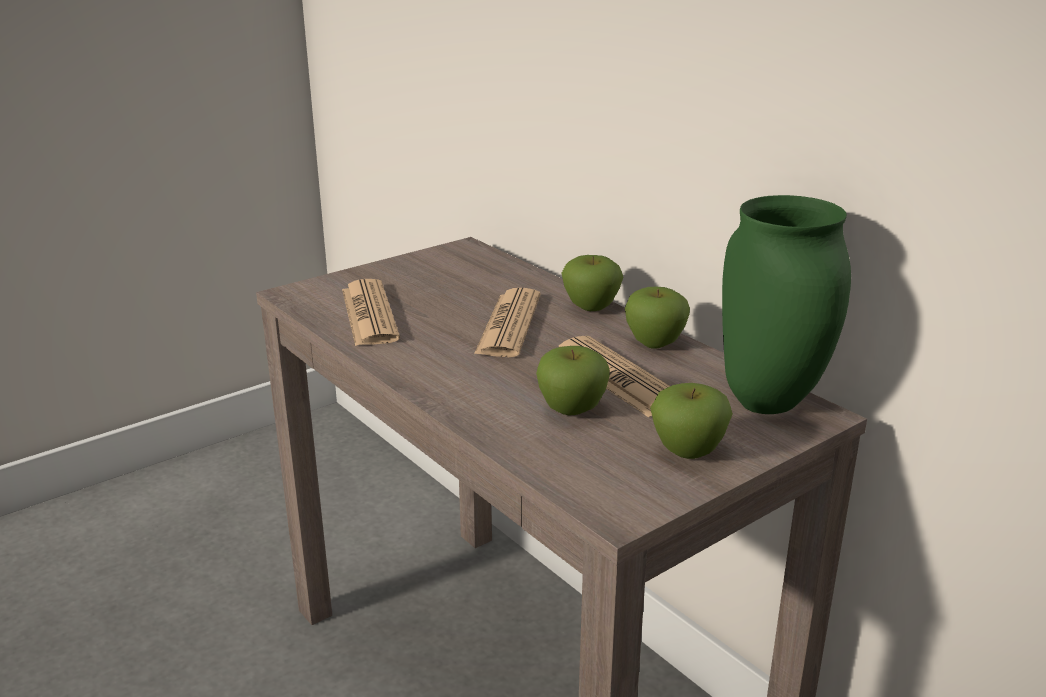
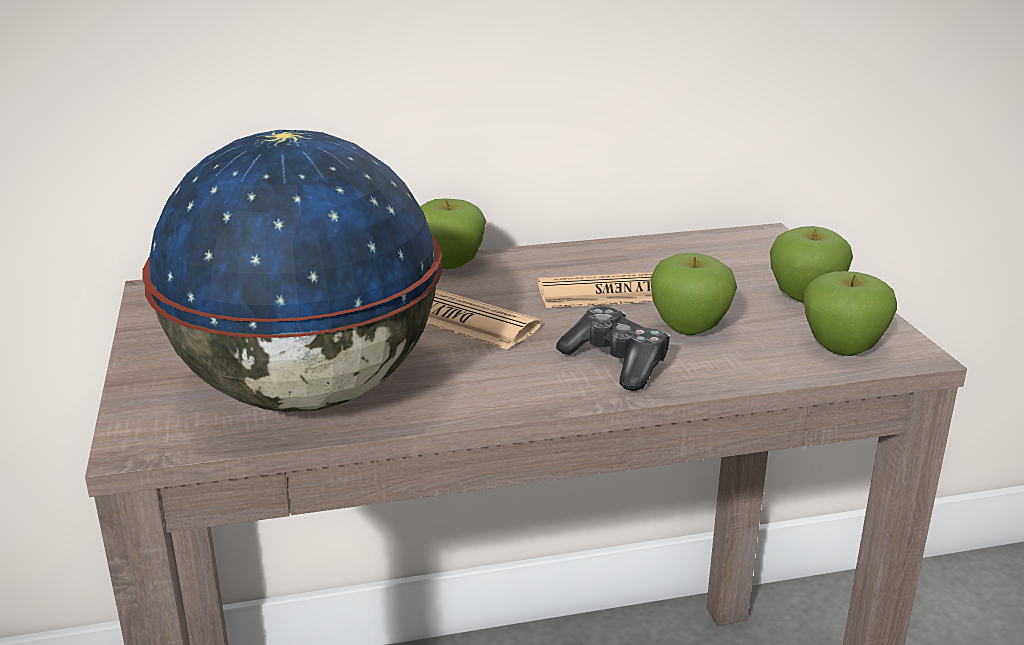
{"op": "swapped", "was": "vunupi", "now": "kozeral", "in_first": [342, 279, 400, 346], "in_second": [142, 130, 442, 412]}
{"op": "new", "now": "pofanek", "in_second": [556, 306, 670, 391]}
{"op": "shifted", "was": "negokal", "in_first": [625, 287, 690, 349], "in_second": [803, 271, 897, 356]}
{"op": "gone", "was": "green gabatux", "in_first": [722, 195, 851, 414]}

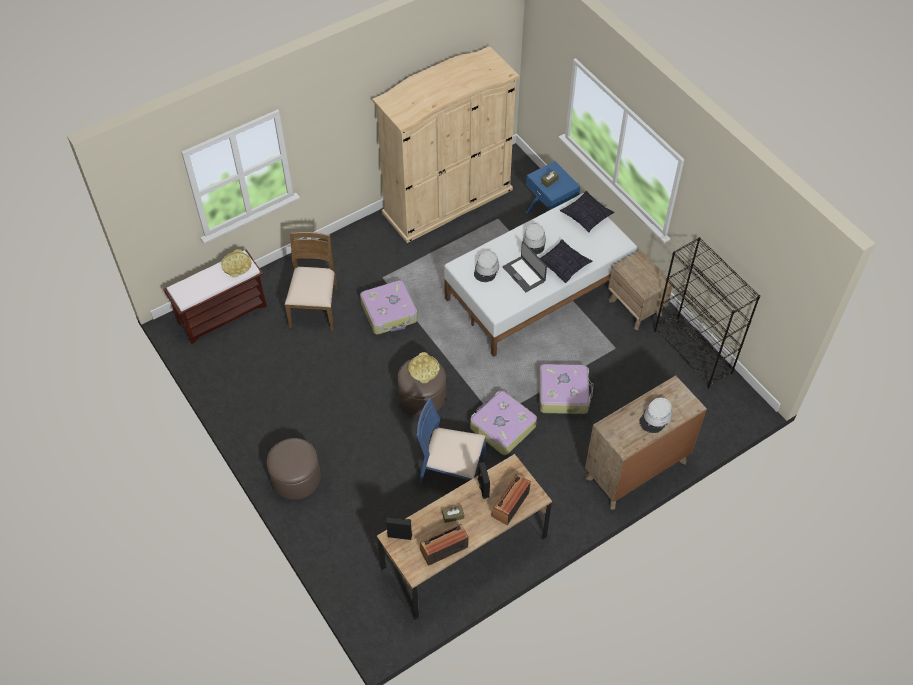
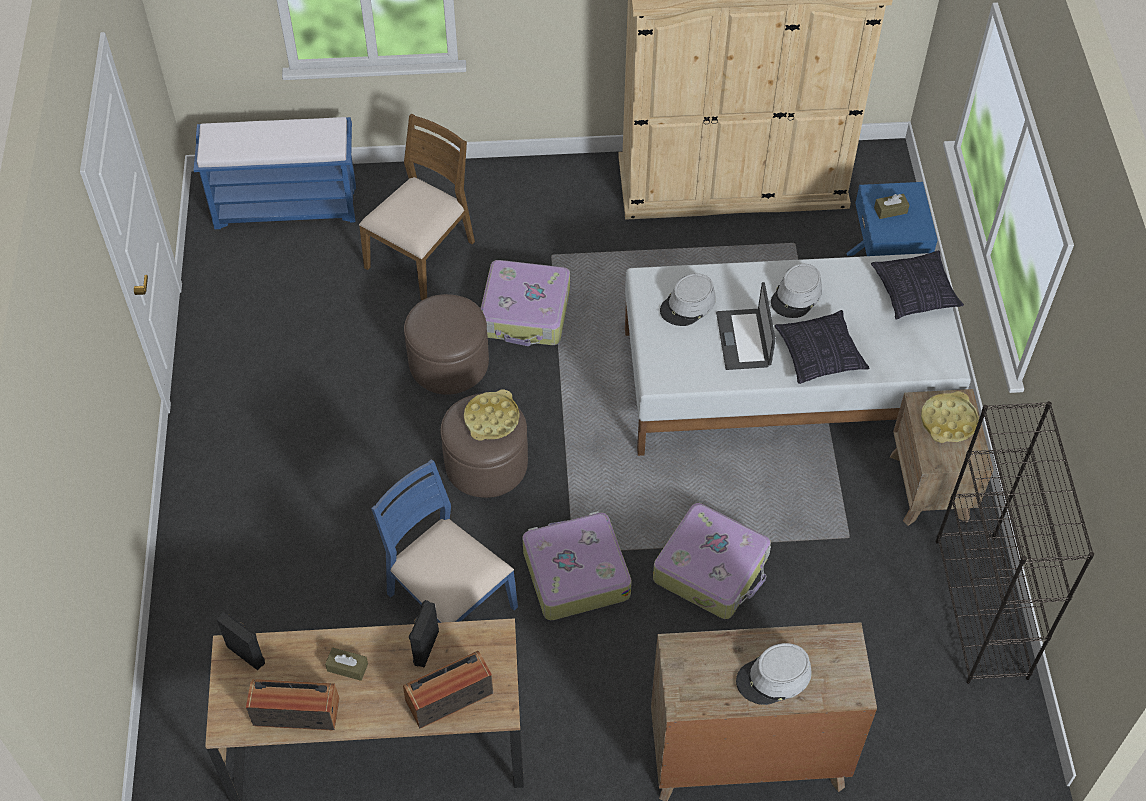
{"op": "repainted", "was": "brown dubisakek", "now": "blue dubisakek", "in_first": [164, 249, 267, 344], "in_second": [194, 117, 356, 229]}
{"op": "shifted", "was": "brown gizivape", "in_first": [267, 438, 321, 500], "in_second": [404, 294, 489, 395]}
{"op": "shifted", "was": "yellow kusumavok", "in_first": [221, 249, 252, 277], "in_second": [921, 391, 979, 443]}

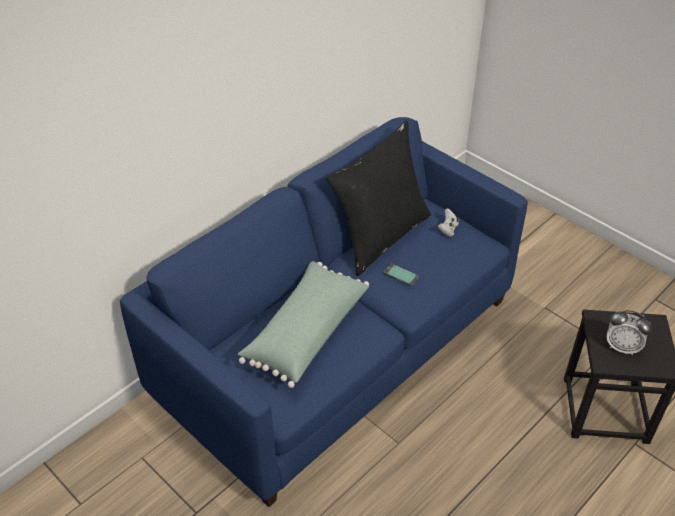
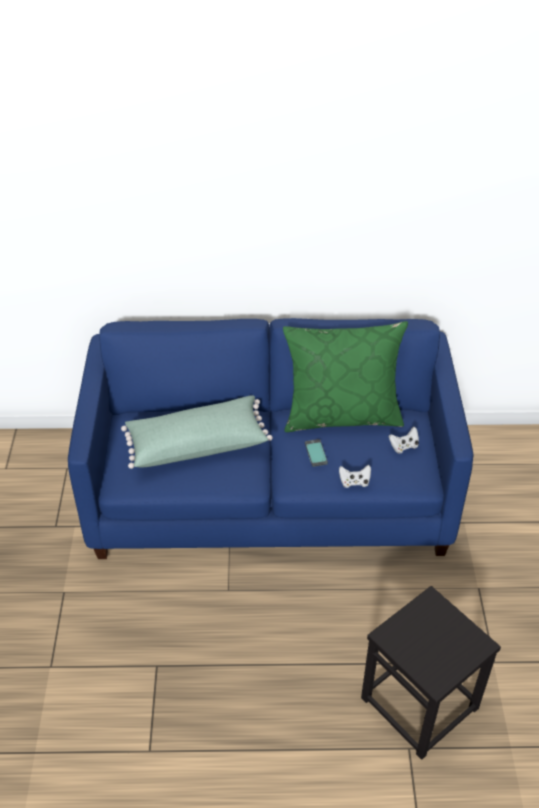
{"op": "repainted", "was": "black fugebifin", "now": "green fugebifin", "in_first": [326, 121, 431, 276], "in_second": [283, 321, 408, 432]}
{"op": "new", "now": "white pofanek", "in_second": [339, 465, 371, 488]}
{"op": "gone", "was": "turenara", "in_first": [606, 310, 652, 356]}

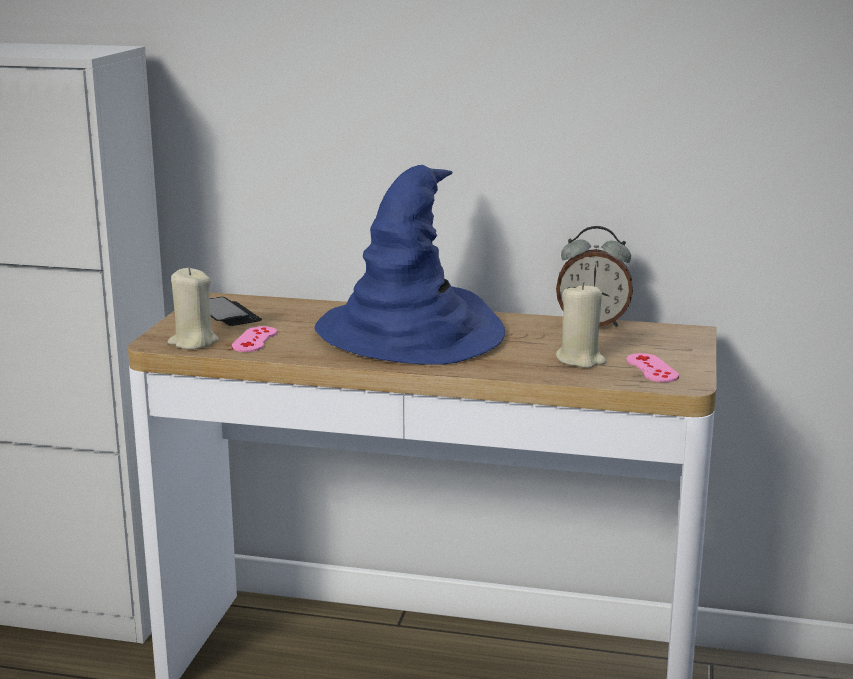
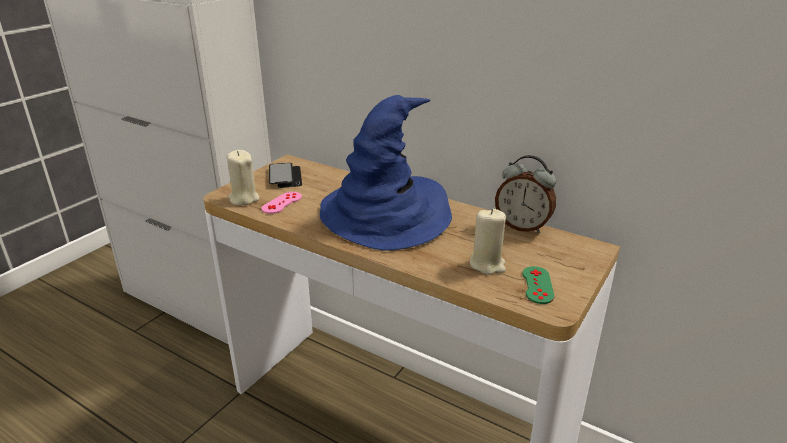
{"op": "repainted", "was": "pink pofanek", "now": "green pofanek", "in_first": [626, 353, 679, 382], "in_second": [522, 266, 554, 304]}

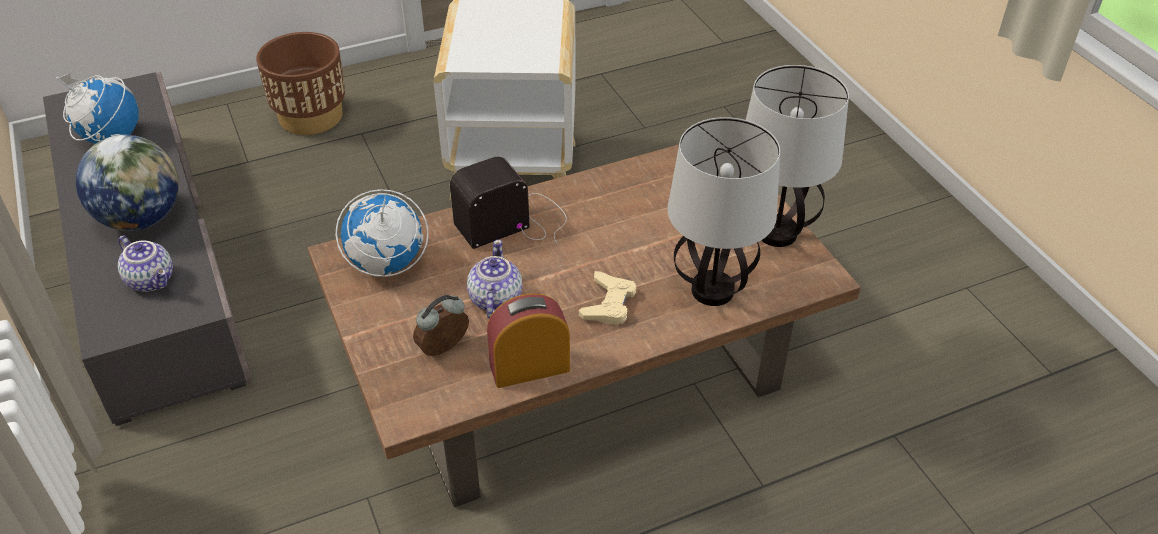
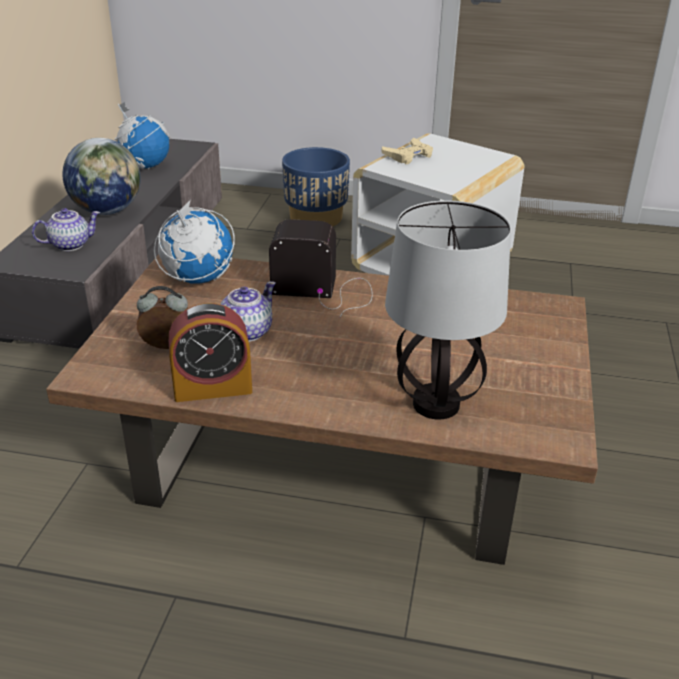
{"op": "rotated", "was": "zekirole", "in_first": [118, 236, 173, 292], "in_second": [32, 208, 100, 251], "clockwise": -105}
{"op": "rotated", "was": "turenara", "in_first": [487, 293, 570, 388], "in_second": [169, 303, 252, 402], "clockwise": 150}
{"op": "repainted", "was": "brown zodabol", "now": "blue zodabol", "in_first": [256, 32, 345, 135], "in_second": [282, 147, 350, 227]}
{"op": "shifted", "was": "beige pofanek", "in_first": [579, 271, 636, 325], "in_second": [382, 138, 433, 164]}
{"op": "gone", "was": "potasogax", "in_first": [746, 65, 849, 247]}

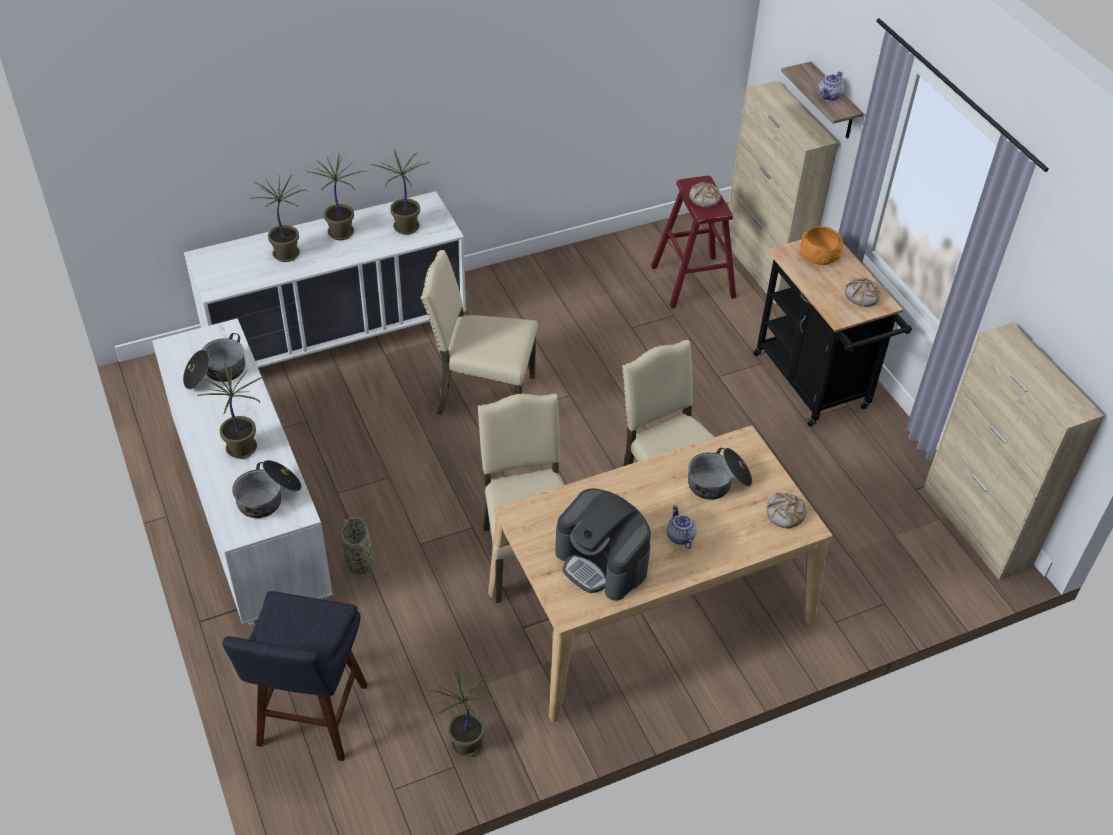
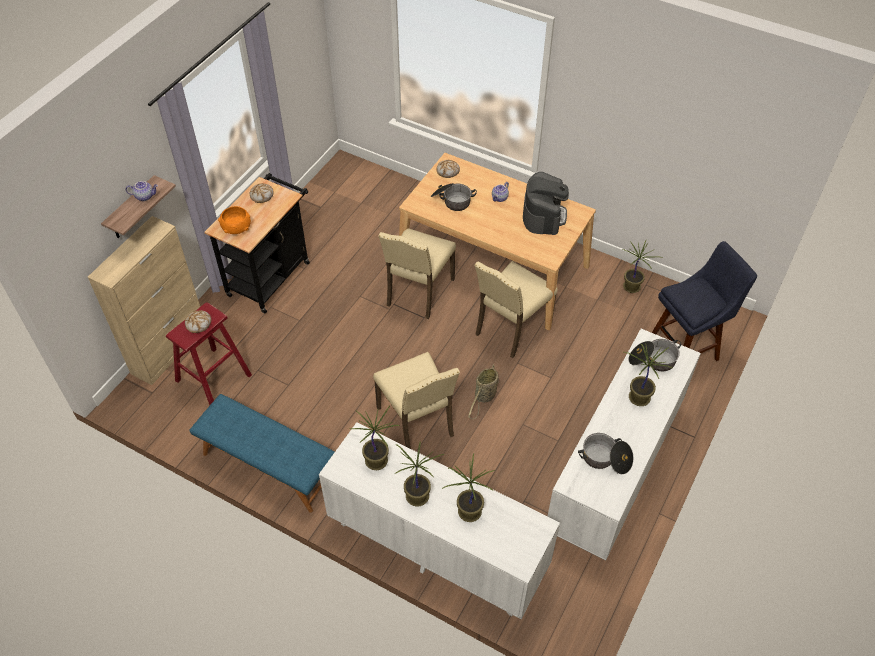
{"op": "new", "now": "blue dubisakek", "in_second": [190, 394, 335, 513]}
{"op": "shifted", "was": "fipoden", "in_first": [339, 517, 390, 589], "in_second": [468, 364, 499, 419]}
{"op": "gone", "was": "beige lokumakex", "in_first": [924, 322, 1105, 580]}

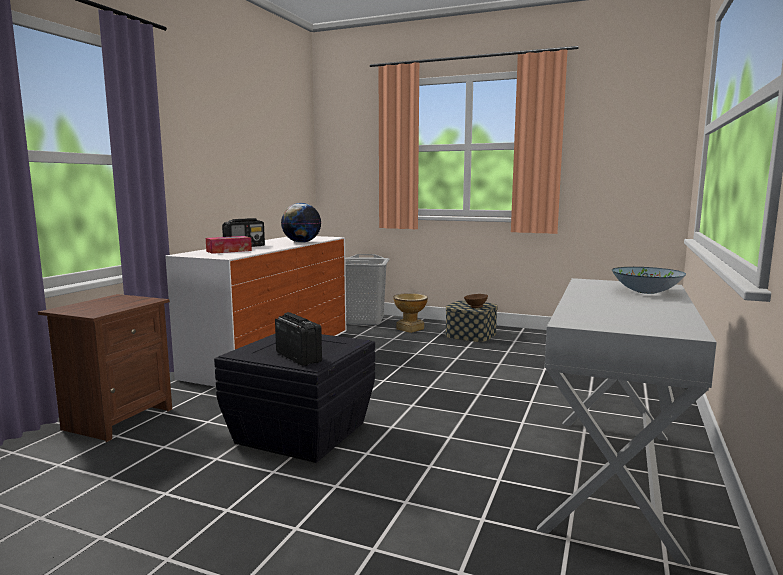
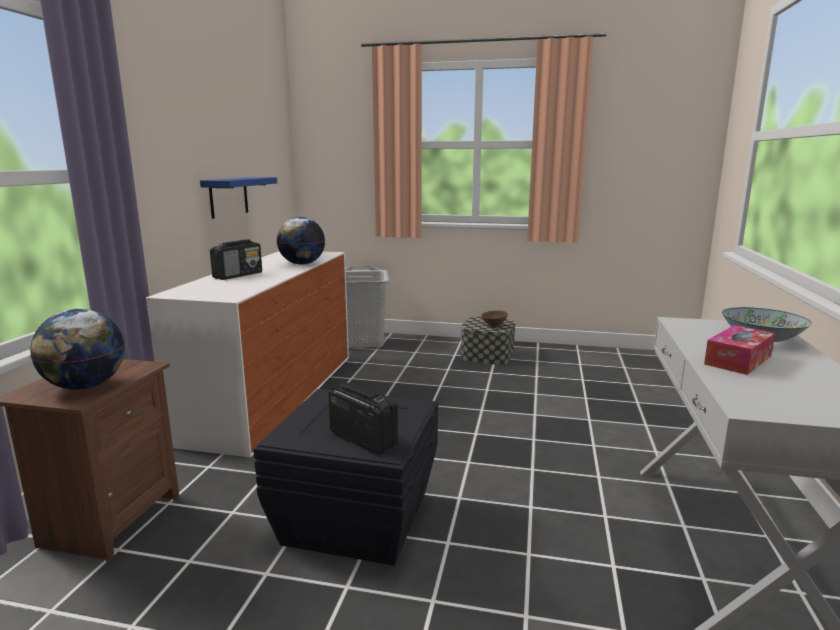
{"op": "new", "now": "kozeral", "in_second": [30, 309, 125, 390]}
{"op": "new", "now": "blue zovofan", "in_second": [200, 177, 277, 219]}
{"op": "shifted", "was": "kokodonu", "in_first": [206, 236, 252, 254], "in_second": [704, 325, 775, 375]}
{"op": "gone", "was": "gabatux", "in_first": [393, 293, 428, 333]}

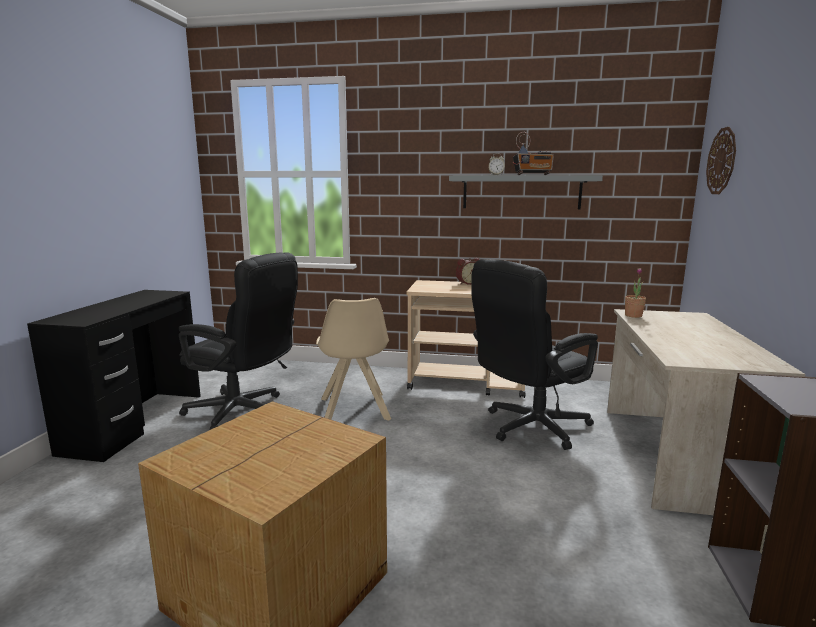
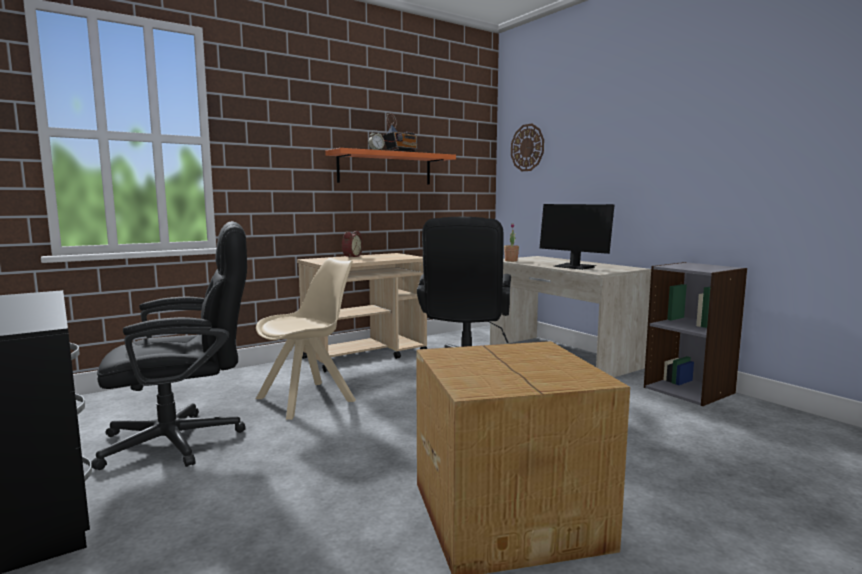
{"op": "rotated", "was": "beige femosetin", "in_first": [316, 298, 391, 421], "in_second": [256, 257, 356, 420], "clockwise": -75}
{"op": "repainted", "was": "grey zovofan", "now": "orange zovofan", "in_first": [449, 175, 603, 209], "in_second": [325, 148, 456, 185]}
{"op": "new", "now": "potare", "in_second": [540, 204, 614, 270]}

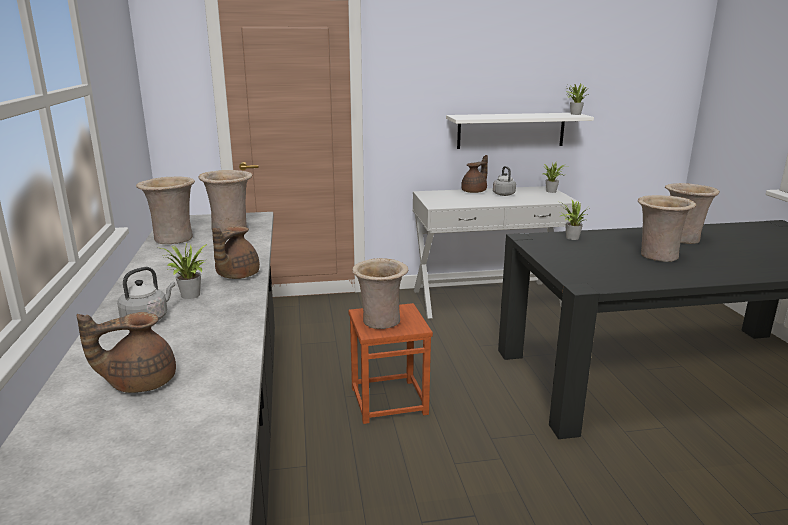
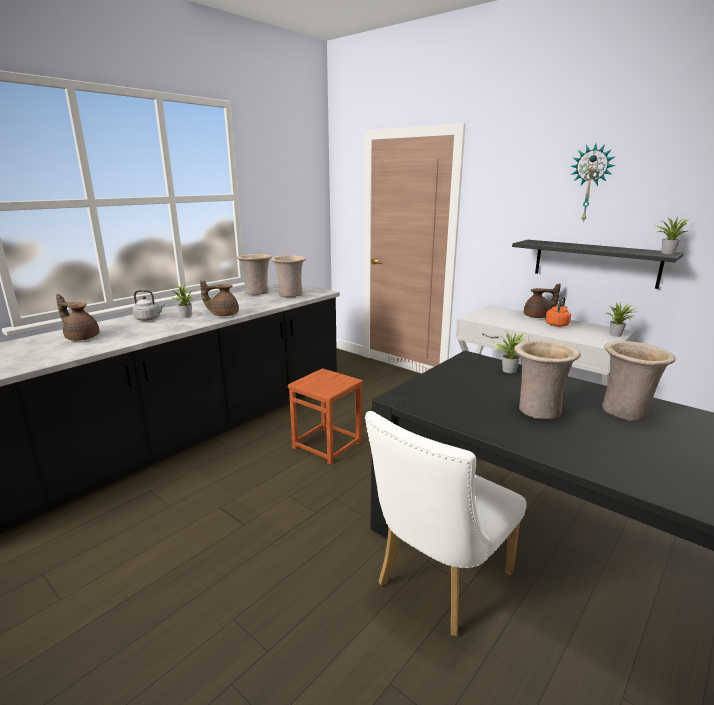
{"op": "new", "now": "white femosetin", "in_second": [365, 411, 527, 636]}
{"op": "repainted", "was": "white zovofan", "now": "black zovofan", "in_first": [446, 113, 594, 149], "in_second": [512, 240, 684, 289]}
{"op": "repainted", "was": "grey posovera", "now": "orange posovera", "in_first": [493, 166, 516, 196], "in_second": [545, 297, 571, 327]}
{"op": "new", "now": "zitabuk", "in_second": [571, 144, 615, 222]}
{"op": "gone", "was": "beige gabatux", "in_first": [352, 258, 408, 329]}

